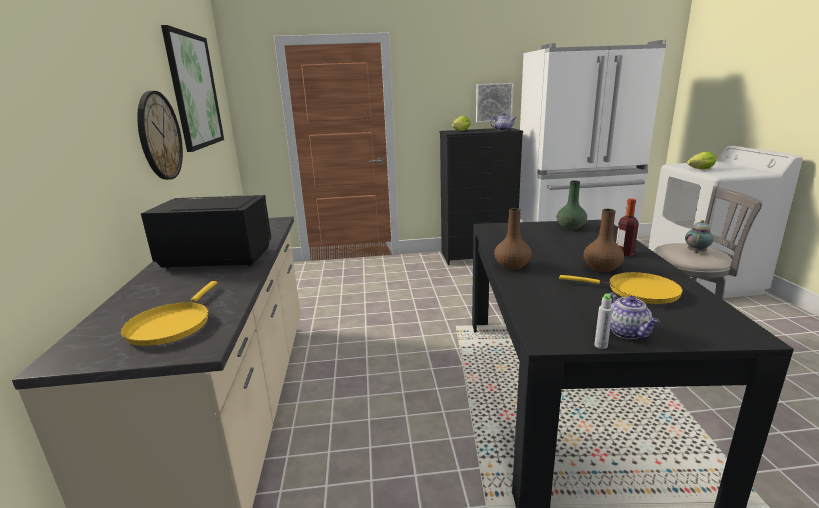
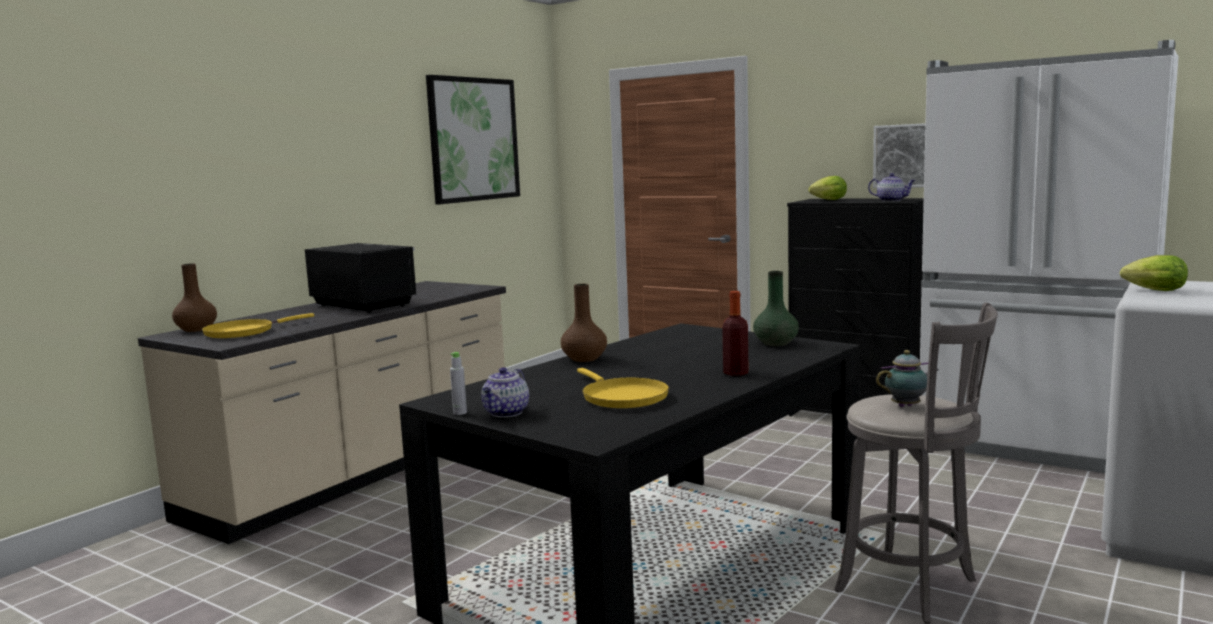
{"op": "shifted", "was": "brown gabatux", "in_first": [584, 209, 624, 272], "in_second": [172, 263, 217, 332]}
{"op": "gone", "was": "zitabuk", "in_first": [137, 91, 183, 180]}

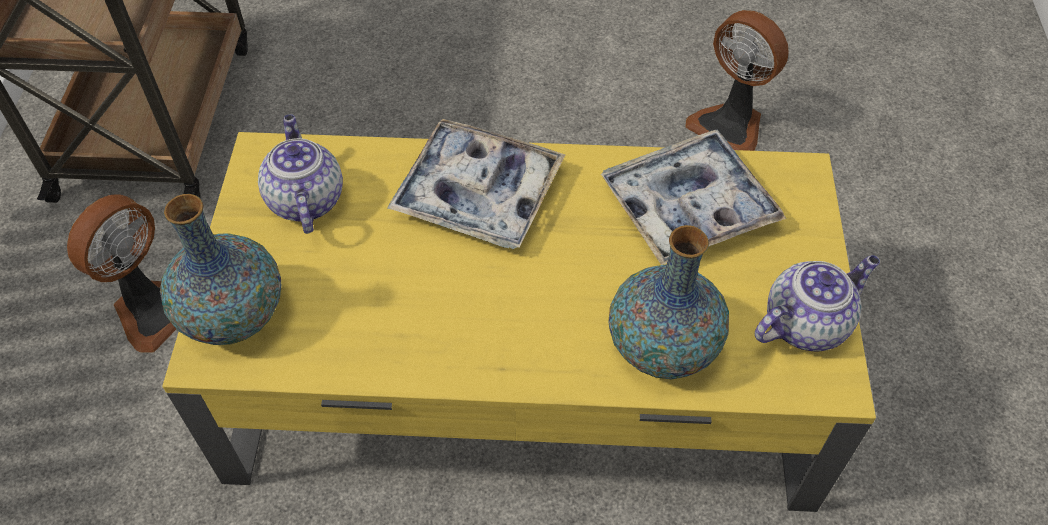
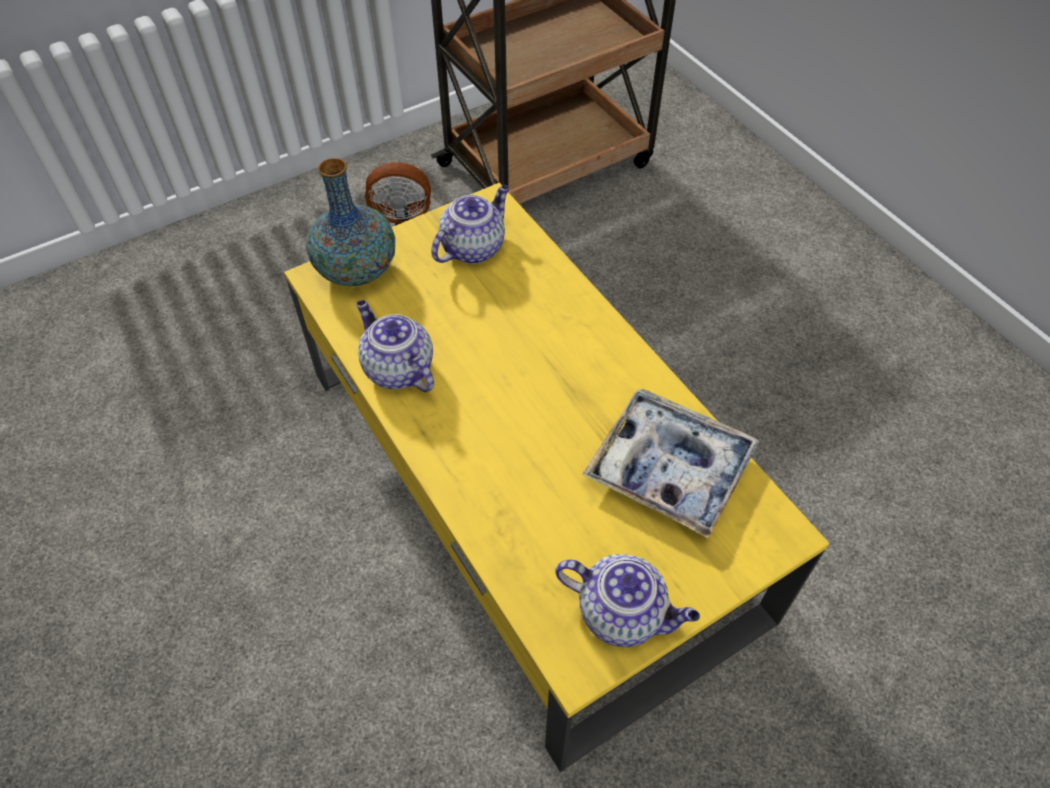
{"op": "new", "now": "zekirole", "in_second": [356, 300, 434, 392]}
{"op": "gone", "was": "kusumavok", "in_first": [387, 119, 565, 249]}
{"op": "gone", "was": "gabatux", "in_first": [608, 225, 729, 379]}
{"op": "gone", "was": "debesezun", "in_first": [685, 10, 789, 151]}

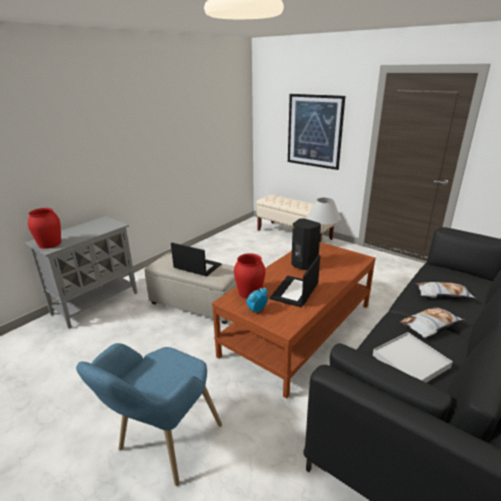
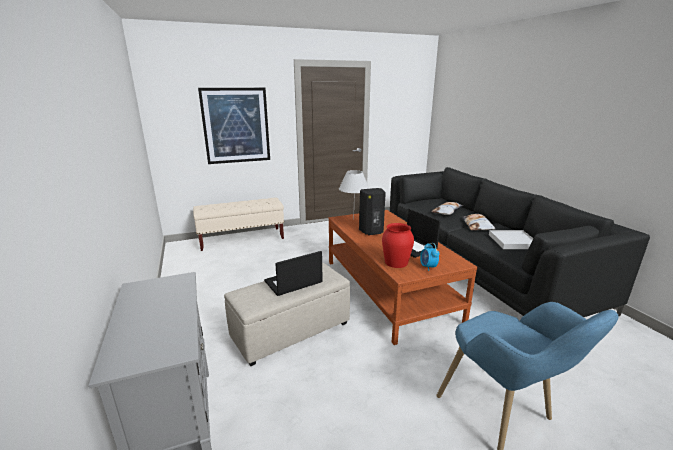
{"op": "gone", "was": "red gabatux", "in_first": [28, 208, 61, 249]}

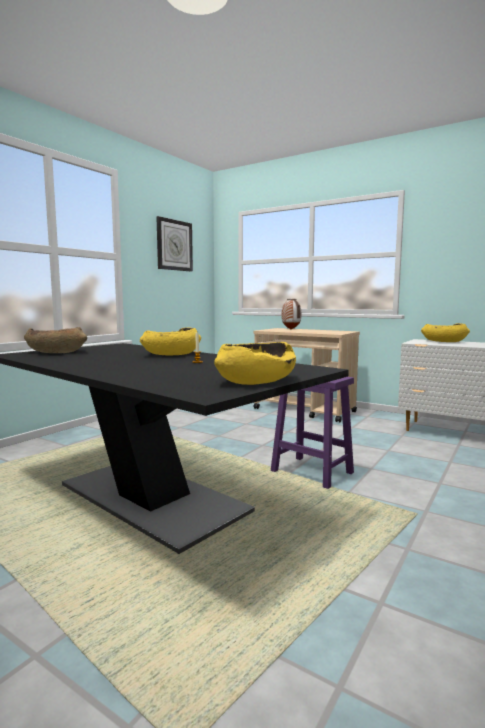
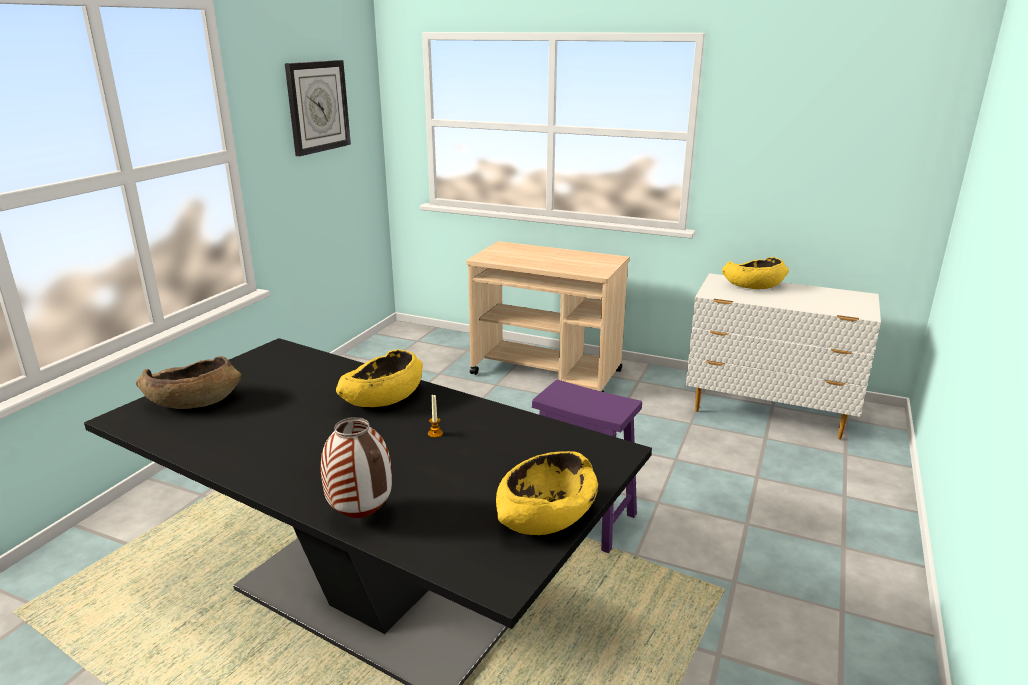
{"op": "shifted", "was": "gabatux", "in_first": [282, 299, 301, 330], "in_second": [321, 417, 392, 518]}

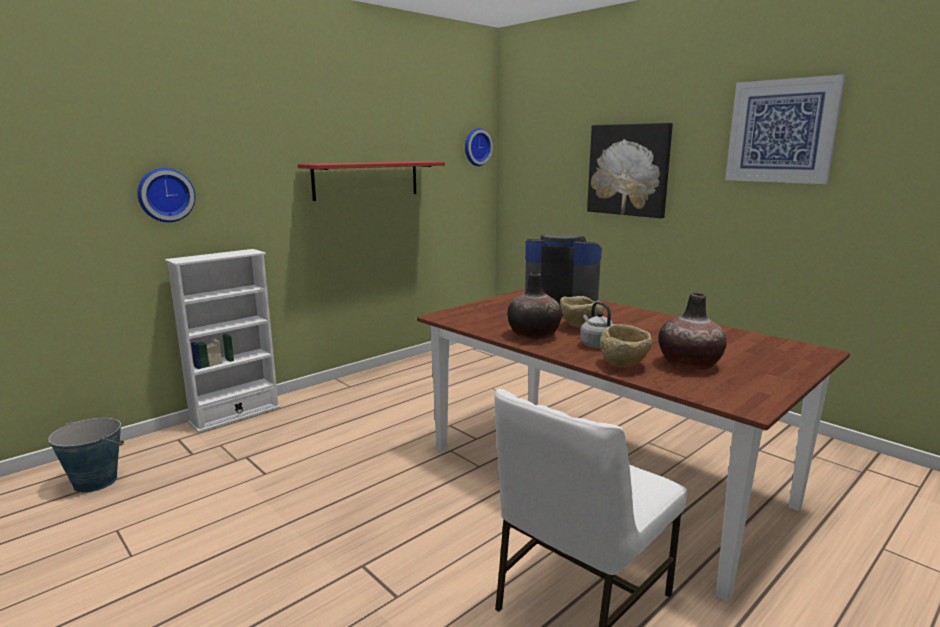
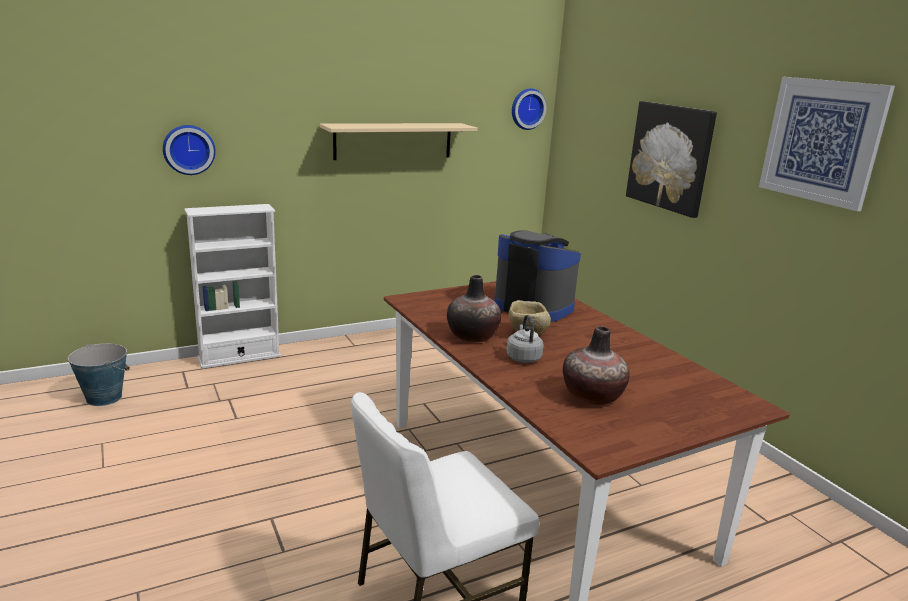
{"op": "repainted", "was": "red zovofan", "now": "beige zovofan", "in_first": [298, 161, 445, 201], "in_second": [320, 123, 478, 160]}
{"op": "gone", "was": "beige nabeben", "in_first": [600, 324, 652, 368]}

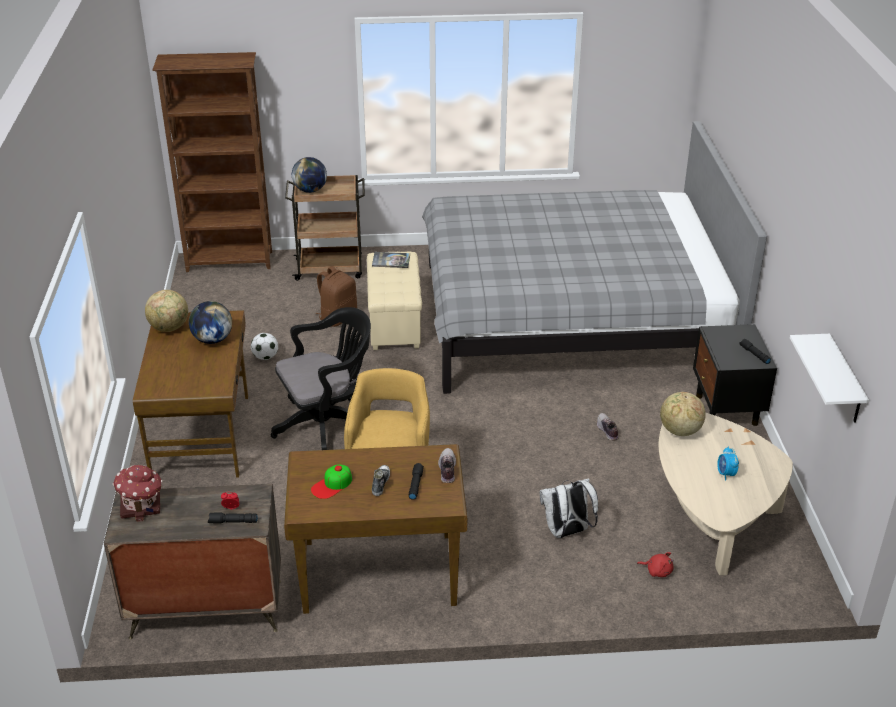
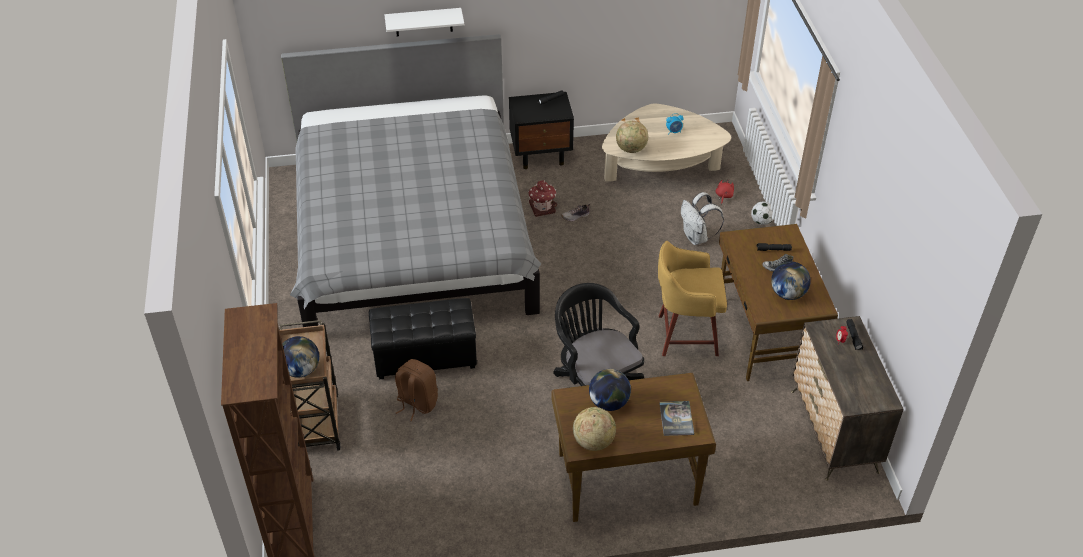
{"op": "repainted", "was": "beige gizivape", "now": "black gizivape", "in_first": [367, 251, 422, 350], "in_second": [369, 298, 477, 379]}
{"op": "shifted", "was": "white zovofan", "in_first": [790, 334, 869, 423], "in_second": [384, 8, 464, 36]}
{"op": "shifted", "was": "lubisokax", "in_first": [113, 465, 163, 522], "in_second": [528, 180, 557, 217]}
{"op": "shifted", "was": "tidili", "in_first": [372, 252, 410, 268], "in_second": [659, 401, 694, 436]}
{"op": "shifted", "was": "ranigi", "in_first": [251, 333, 278, 360], "in_second": [751, 202, 773, 225]}
{"op": "swapped", "was": "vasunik", "now": "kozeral", "in_first": [311, 464, 352, 499], "in_second": [771, 262, 811, 300]}
{"op": "gone", "was": "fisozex", "in_first": [438, 448, 456, 483]}

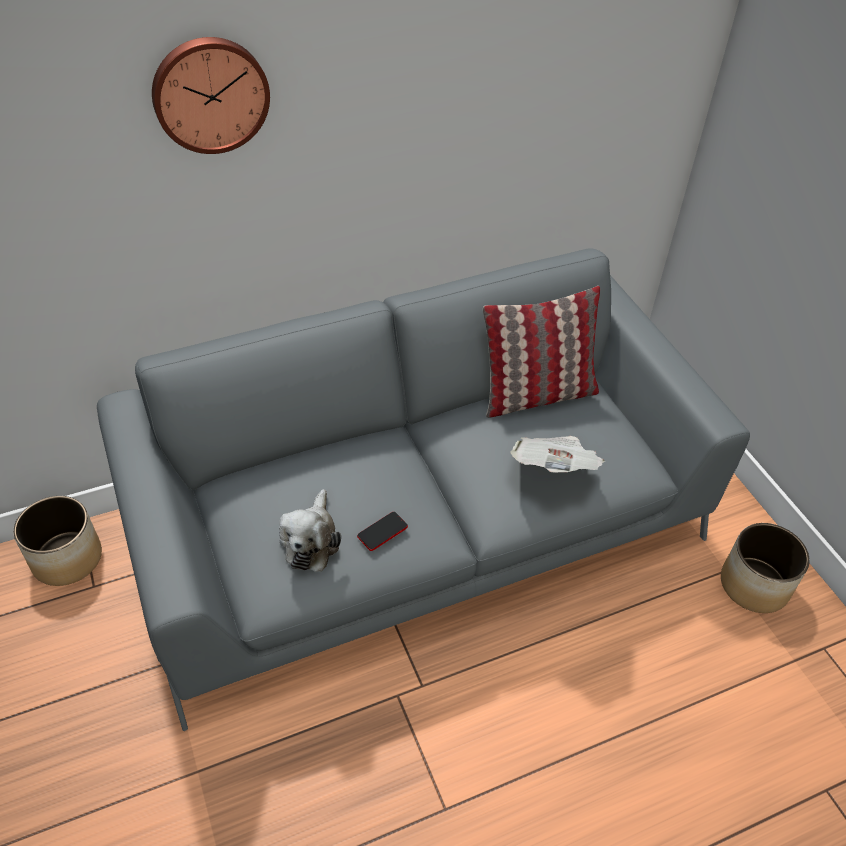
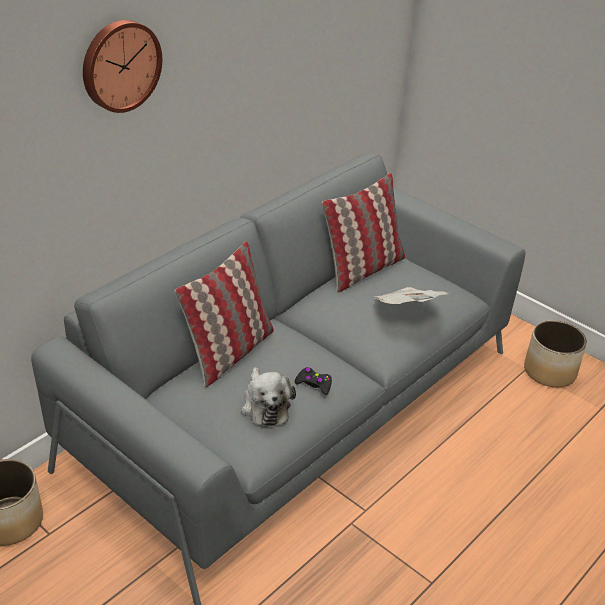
{"op": "new", "now": "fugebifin", "in_second": [174, 241, 274, 387]}
{"op": "swapped", "was": "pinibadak", "now": "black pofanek", "in_first": [357, 512, 408, 551], "in_second": [295, 367, 332, 395]}

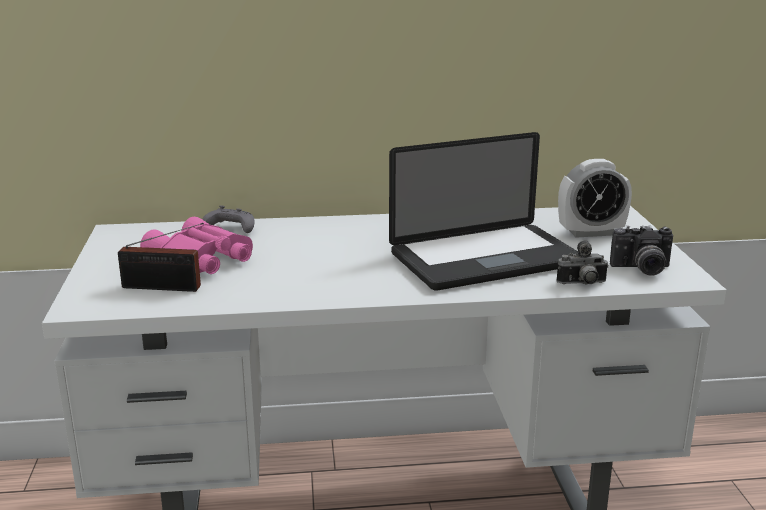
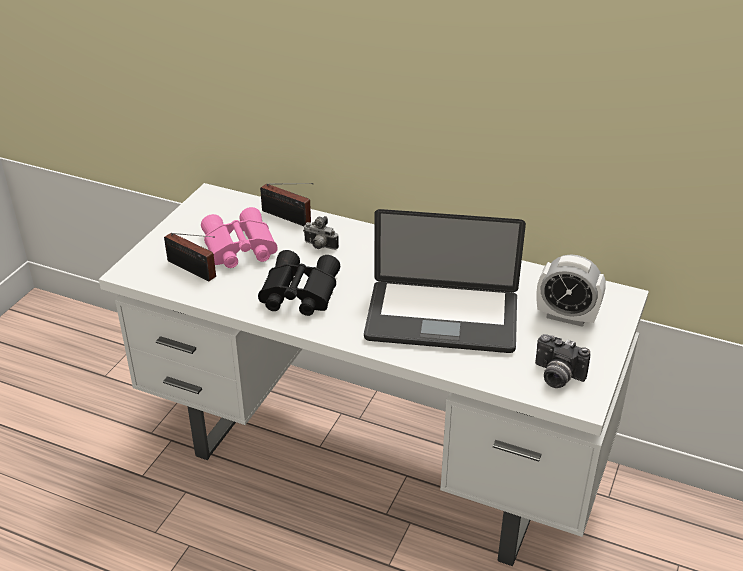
{"op": "new", "now": "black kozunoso", "in_second": [258, 250, 340, 316]}
{"op": "swapped", "was": "grey pofanek", "now": "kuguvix", "in_first": [202, 206, 255, 233], "in_second": [260, 183, 314, 226]}
{"op": "shifted", "was": "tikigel", "in_first": [557, 240, 609, 284], "in_second": [303, 216, 339, 250]}

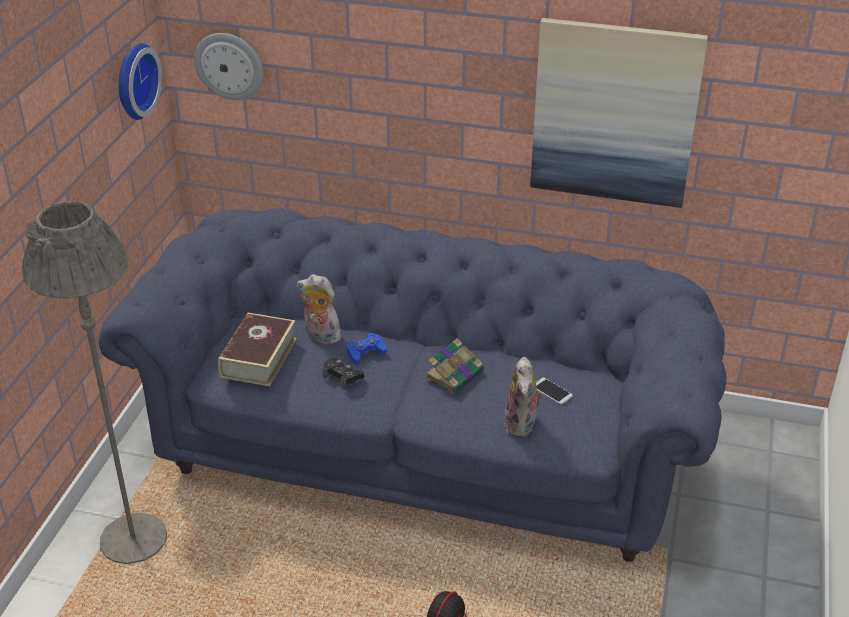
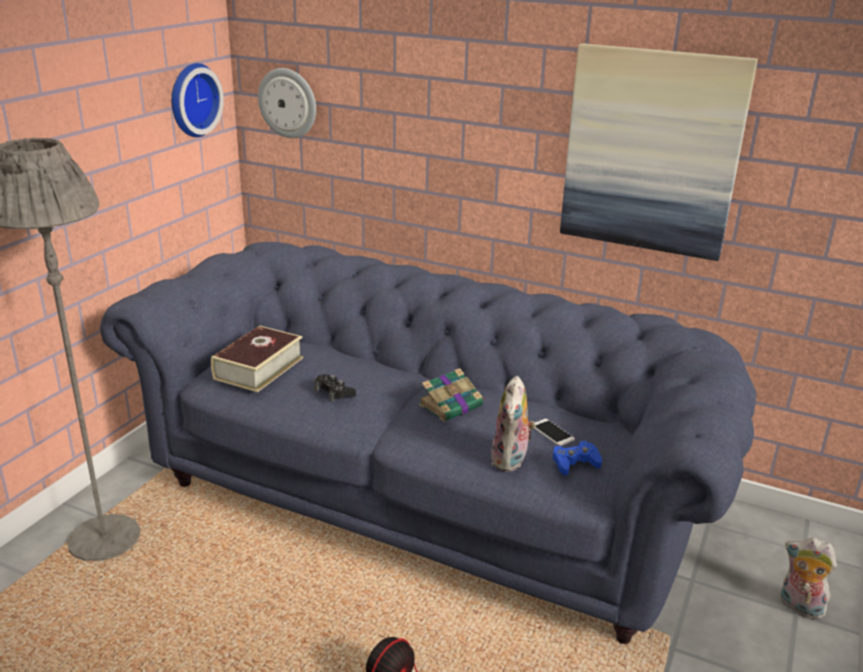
{"op": "shifted", "was": "blue pofanek", "in_first": [346, 333, 387, 365], "in_second": [553, 441, 602, 476]}
{"op": "shifted", "was": "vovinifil", "in_first": [297, 274, 343, 344], "in_second": [781, 538, 837, 619]}

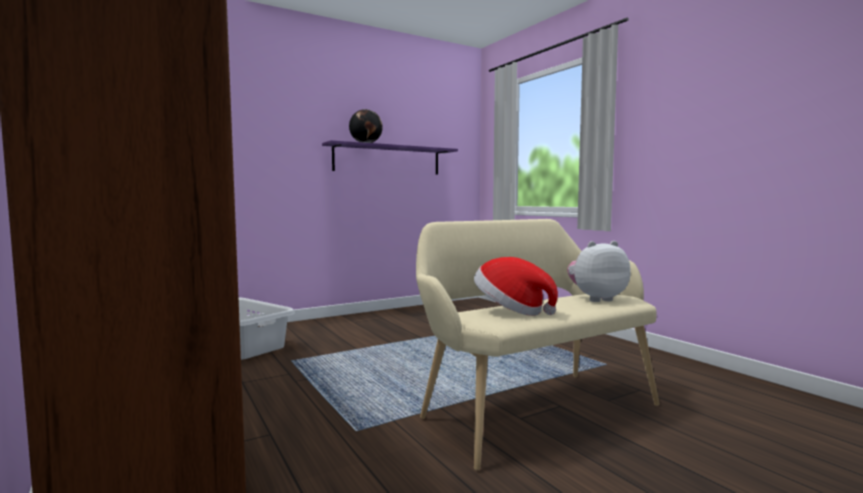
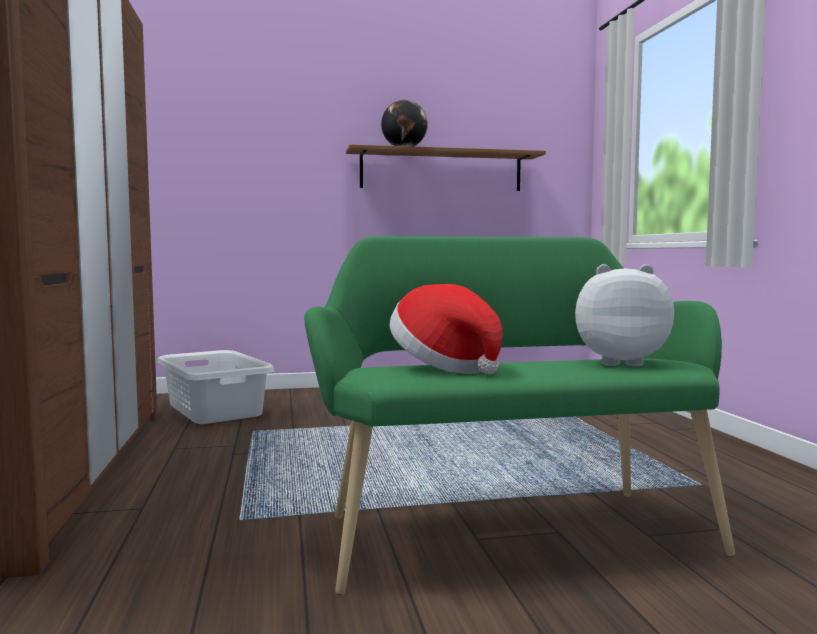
{"op": "repainted", "was": "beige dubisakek", "now": "green dubisakek", "in_first": [416, 219, 660, 471], "in_second": [304, 236, 735, 595]}
{"op": "repainted", "was": "purple zovofan", "now": "brown zovofan", "in_first": [322, 140, 458, 175], "in_second": [346, 144, 546, 191]}

